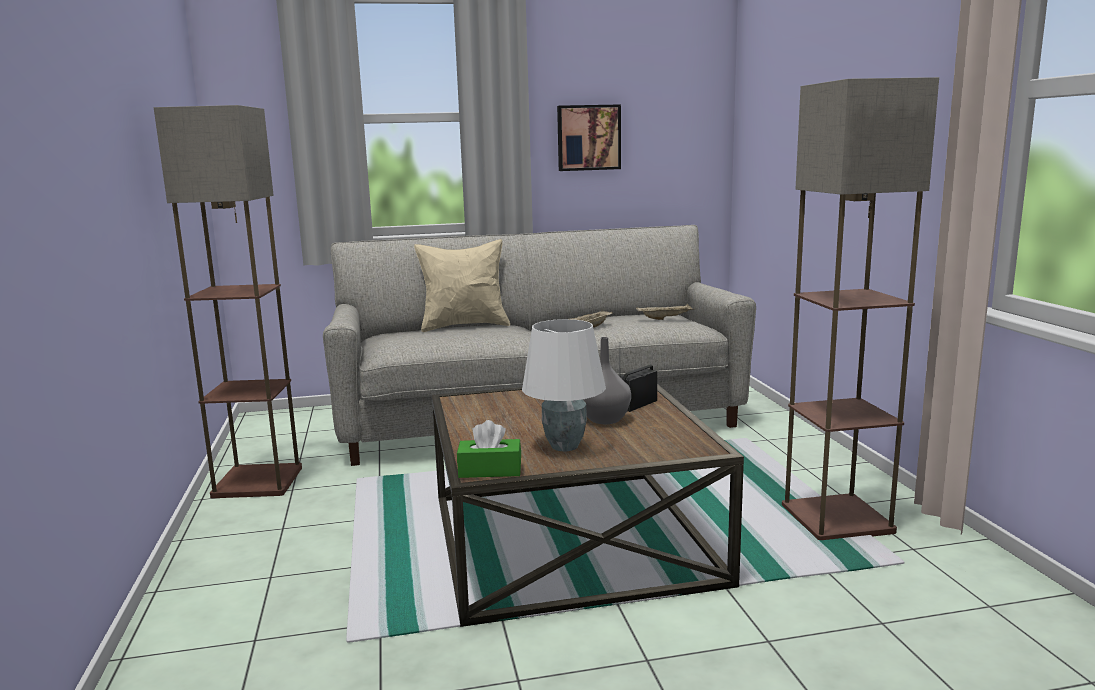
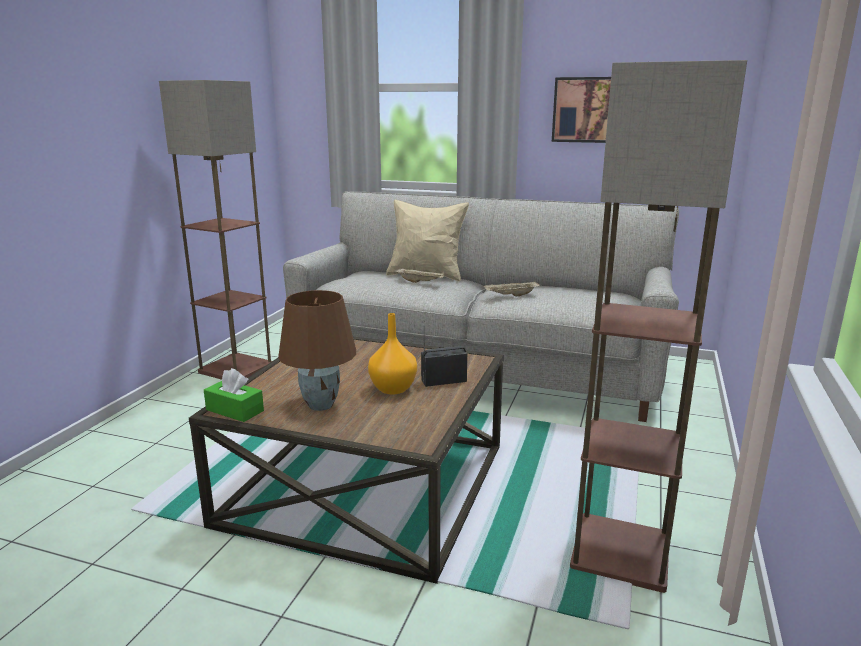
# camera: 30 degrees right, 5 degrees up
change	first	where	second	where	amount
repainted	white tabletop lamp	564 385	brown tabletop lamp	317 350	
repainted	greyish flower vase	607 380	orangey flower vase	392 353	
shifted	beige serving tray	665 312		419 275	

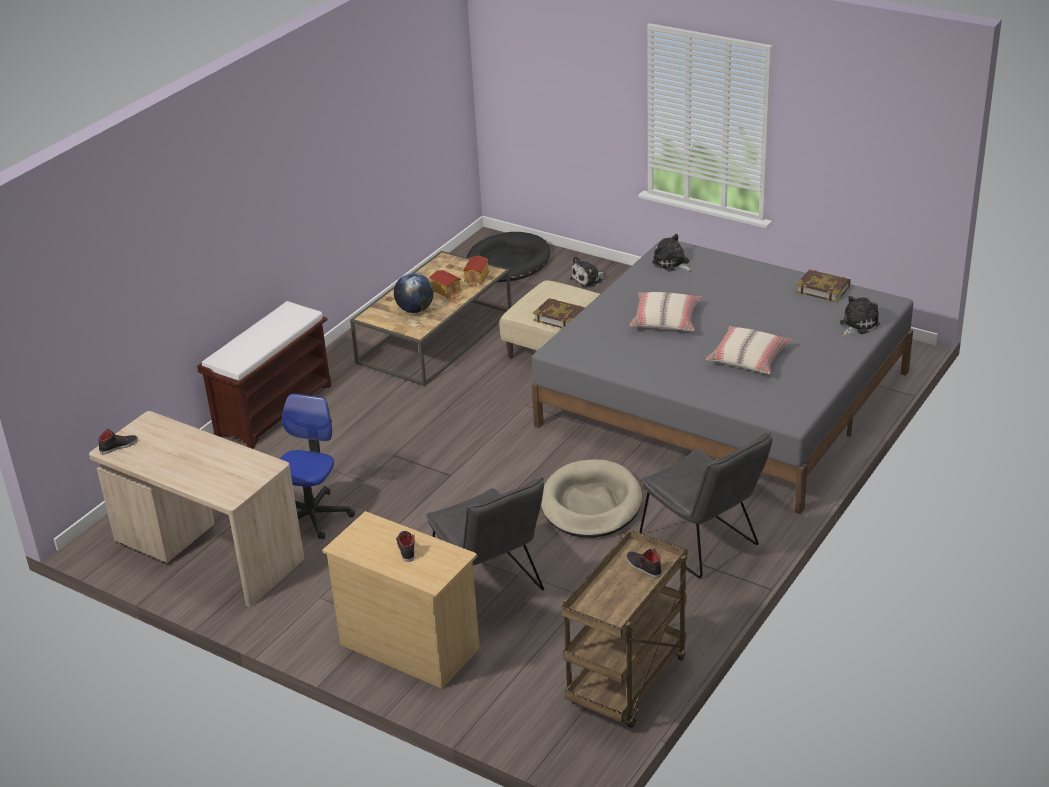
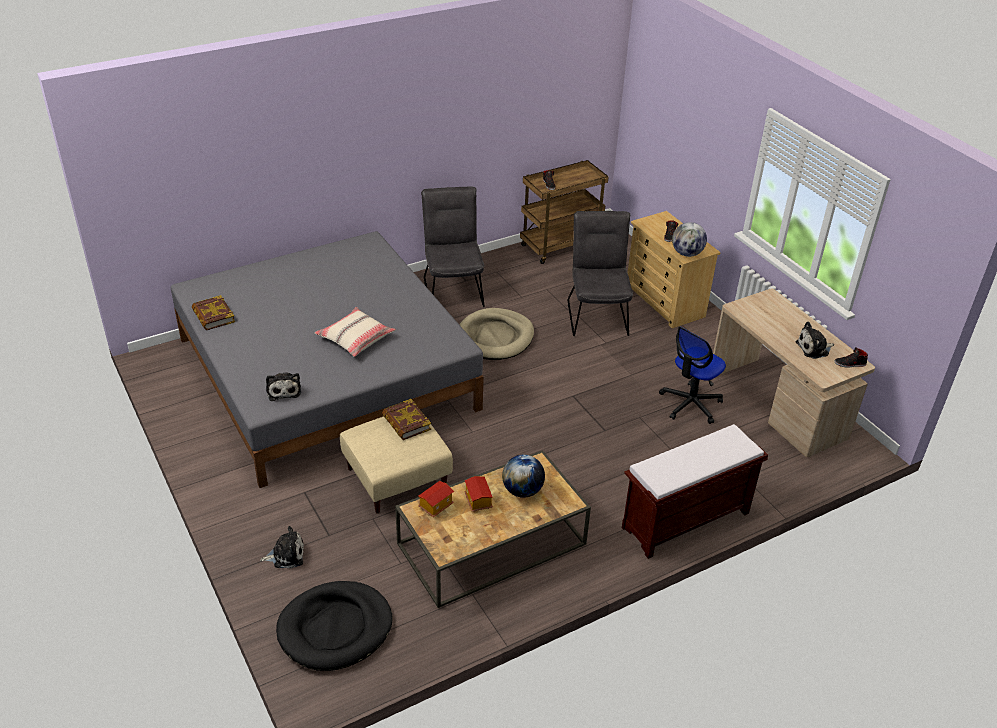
# camera: 155 degrees left, 5 degrees up
change	first	where	second	where	amount
gone	beige cushion	749 350			
shifted	soft toy	860 316		815 340	
new			world globe	689 239	

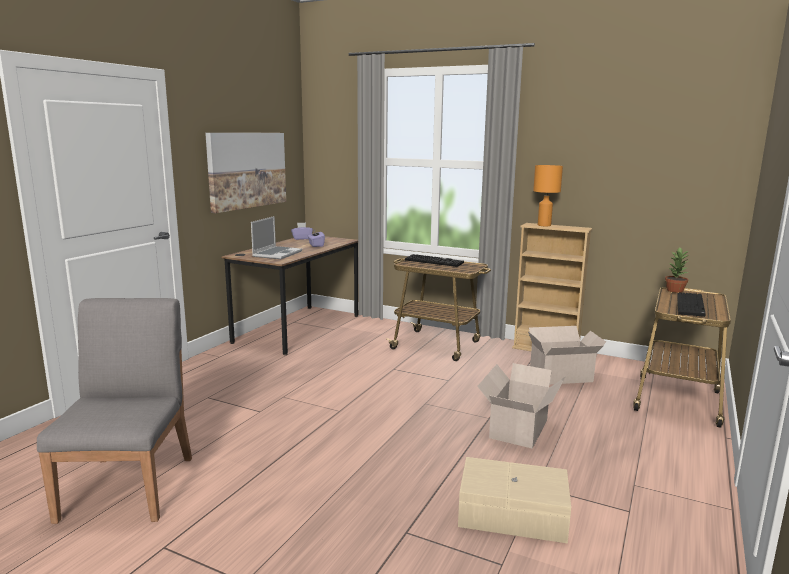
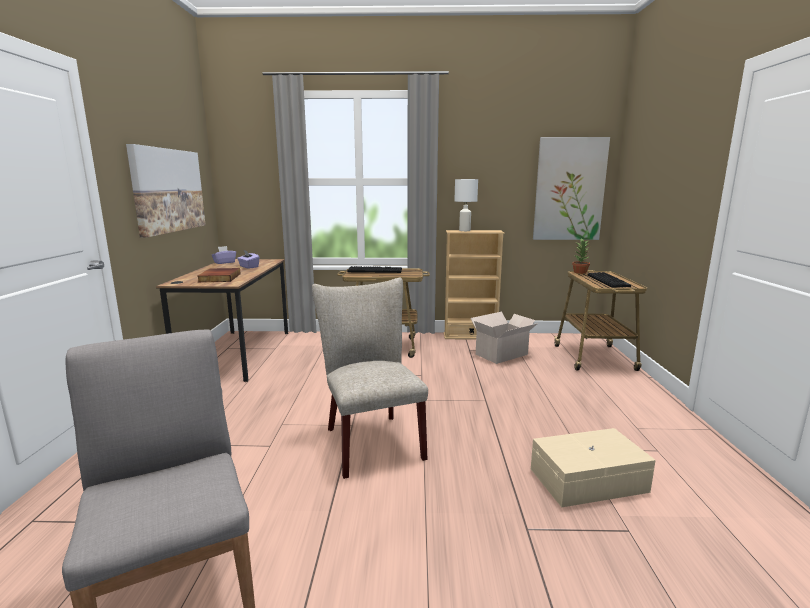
# camera: 25 degrees left, 0 degrees up
change	first	where	second	where	amount
swapped	laptop	276 237	bound book	219 275	
gone	packing box	521 406			
repainted	orangey tabletop lamp	548 195	white tabletop lamp	466 205	
new			beige plain chair	370 378	
new			wall art	571 188	

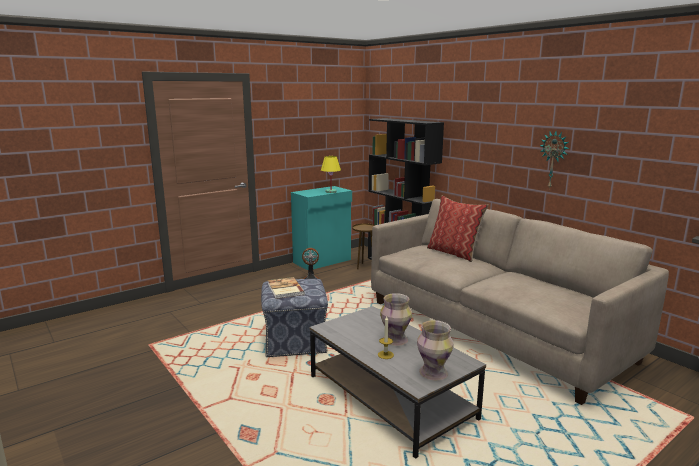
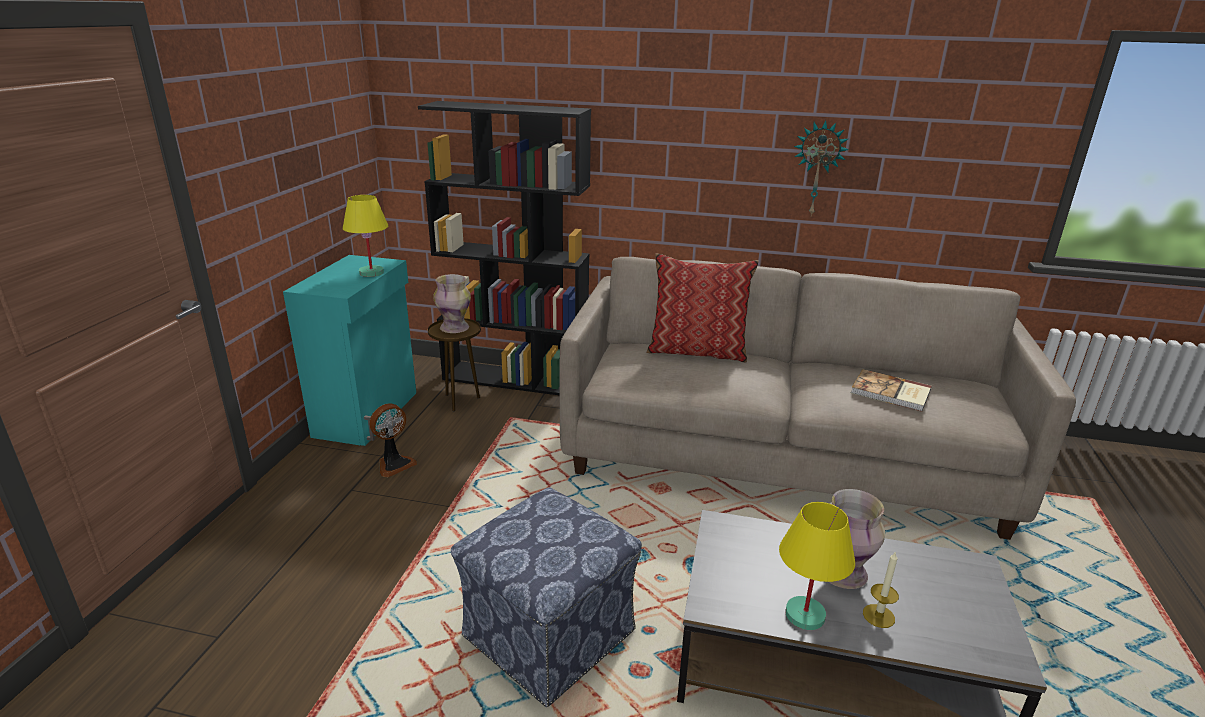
# camera: 40 degrees left, 10 degrees up
change	first	where	second	where	amount
shifted	bound book	286 288		891 390	
shifted	flower vase	435 350		452 303	
new			yellow tabletop lamp	817 566	

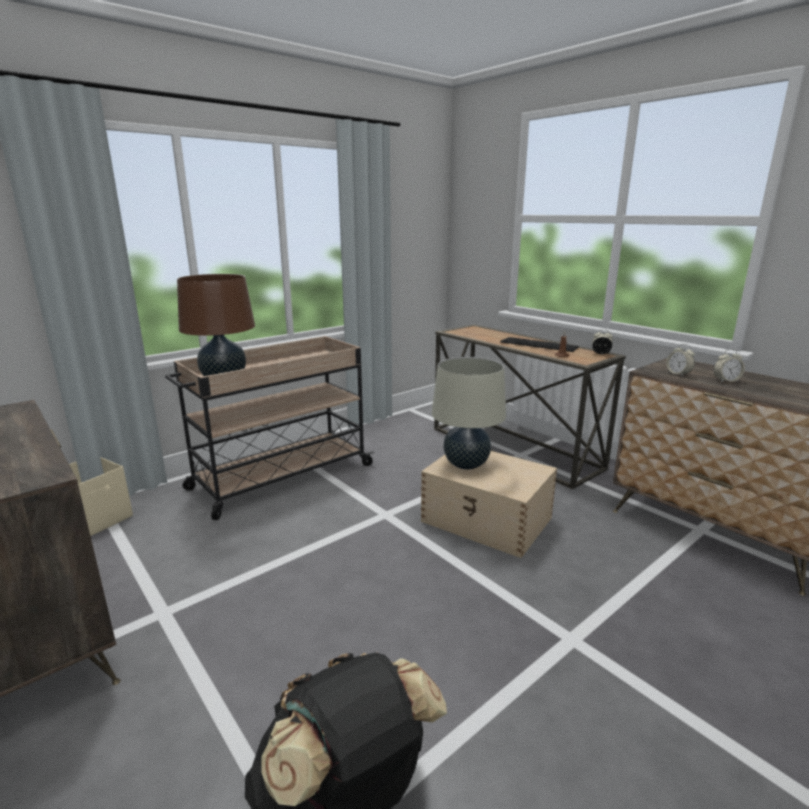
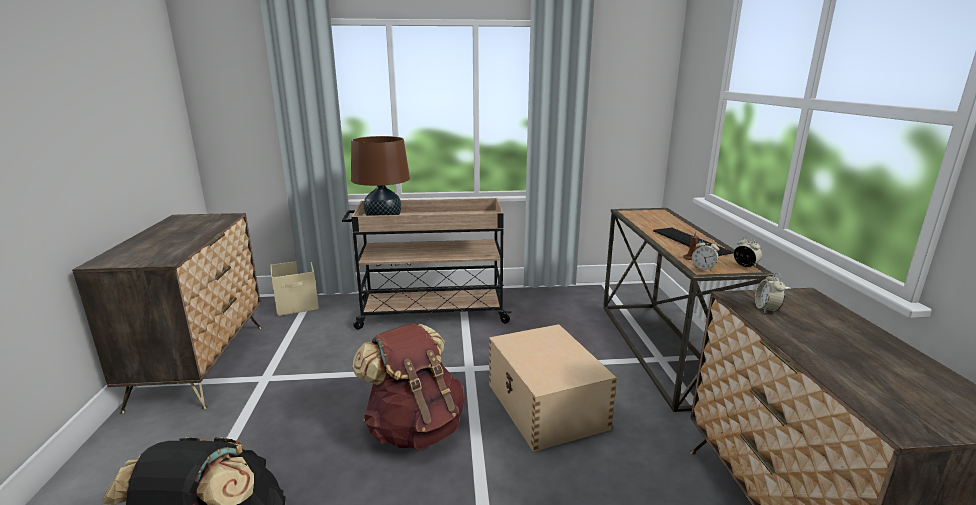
# camera: 35 degrees right, 0 degrees up
change	first	where	second	where	amount
gone	beige tabletop lamp	469 413			
shifted	bedside clock	729 365		705 255	
new			brown rucksack	408 386	

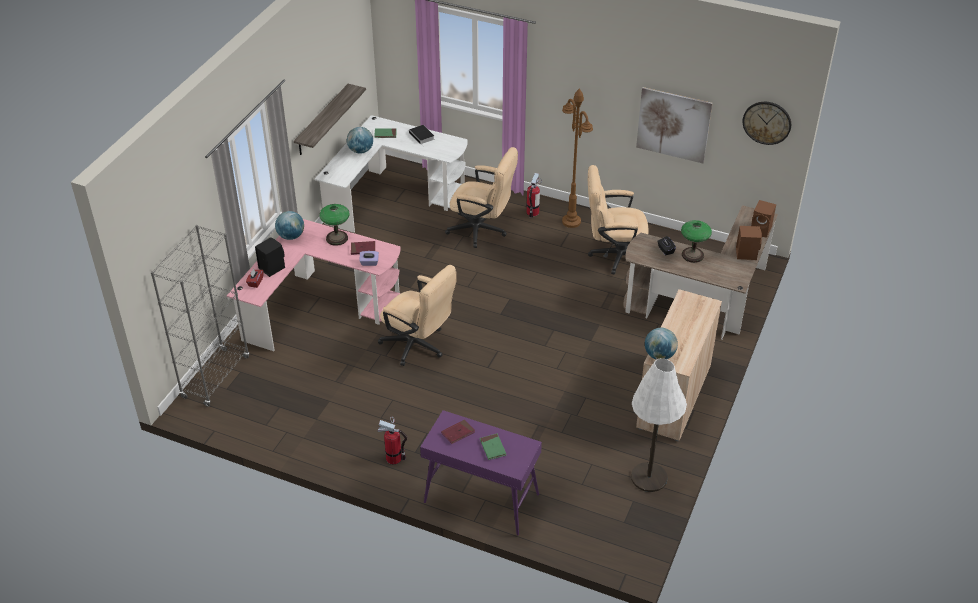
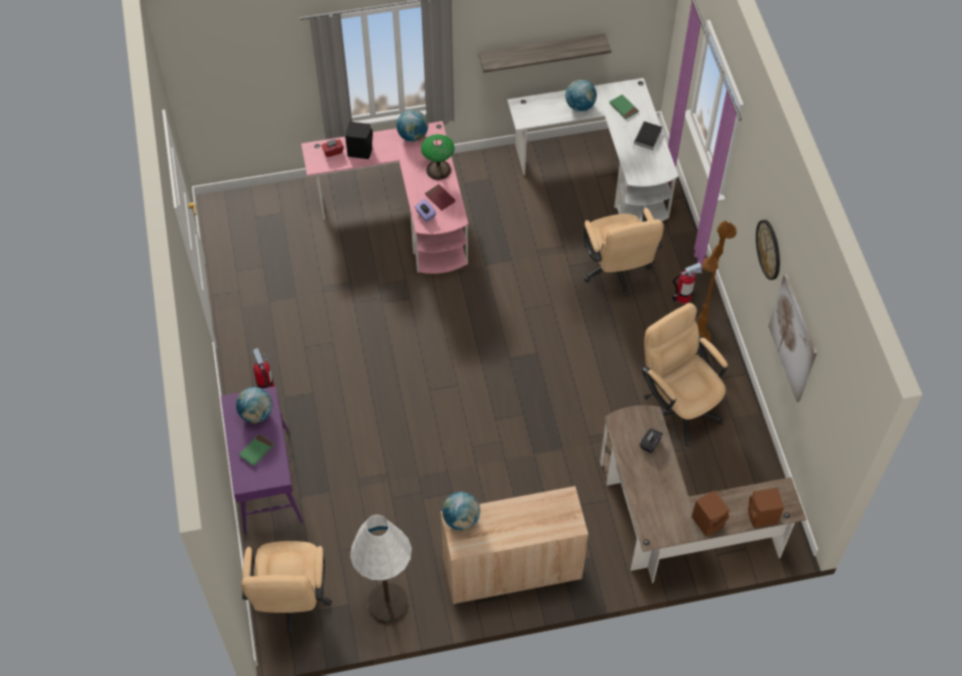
# camera: 55 degrees right, 15 degrees up
change	first	where	second	where	amount
gone	greyish shelving unit	200 316			
shifted	beige computer chair	417 315		286 587	
swapped	red bound book	458 431	world globe	254 405	
gone	tabletop lamp	696 241			
shifted	clock on the wall	767 123		768 250	

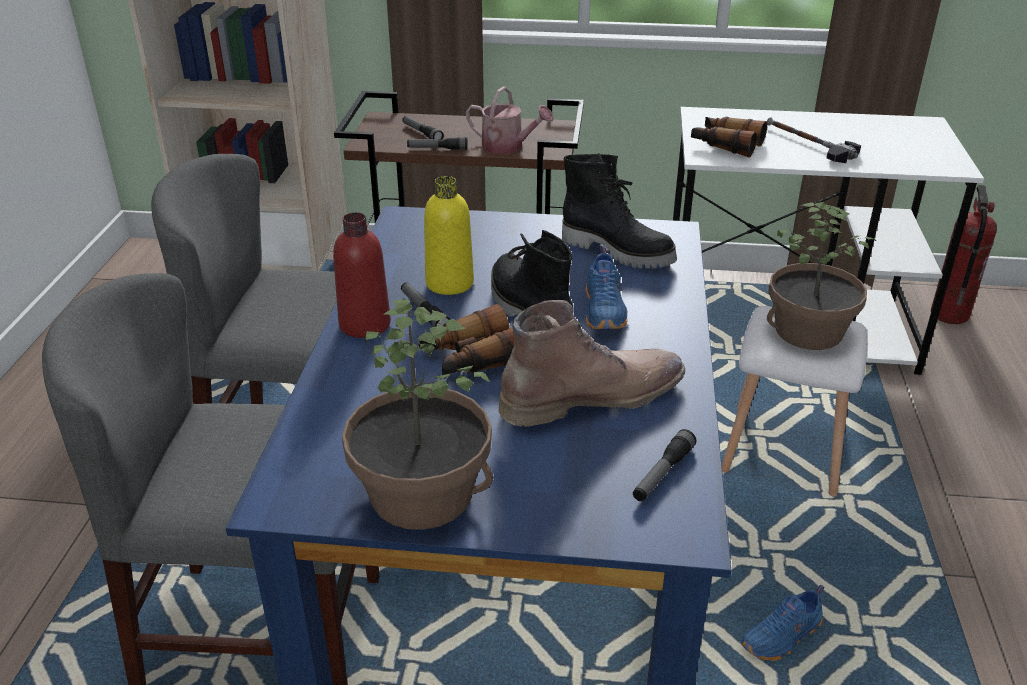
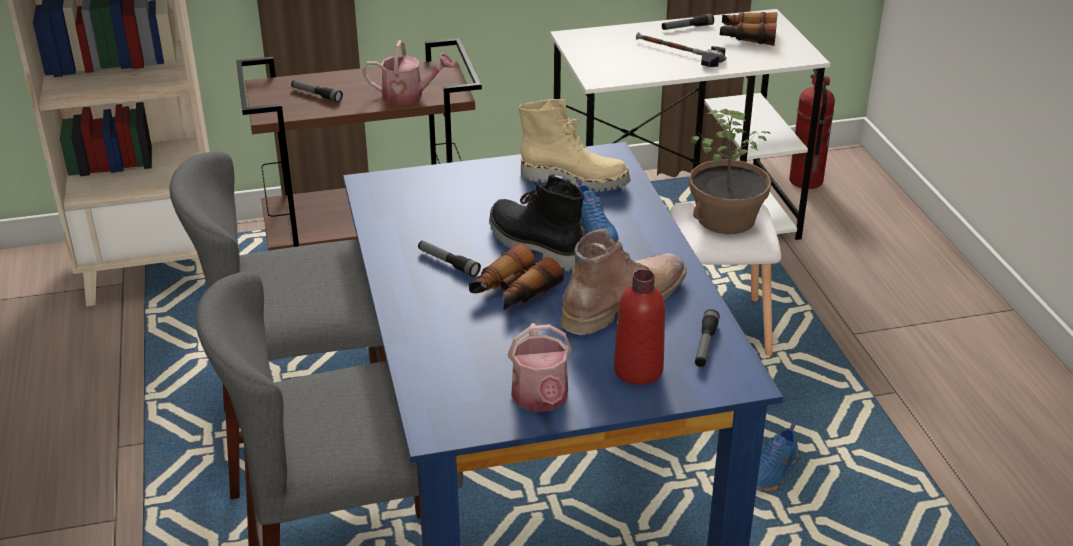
# camera: 20 degrees left, 0 degrees up
change	first	where	second	where	amount
shifted	red beverage bottle	362 275		639 327	
swapped	houseplant	417 414	sprinkling can	540 367	
shifted	hand torch	437 143		688 22	
gone	yellow beverage bottle	449 235			
repainted	black high-top boot	619 211	beige high-top boot	574 145	
shifted	binoculars	729 137		749 29	

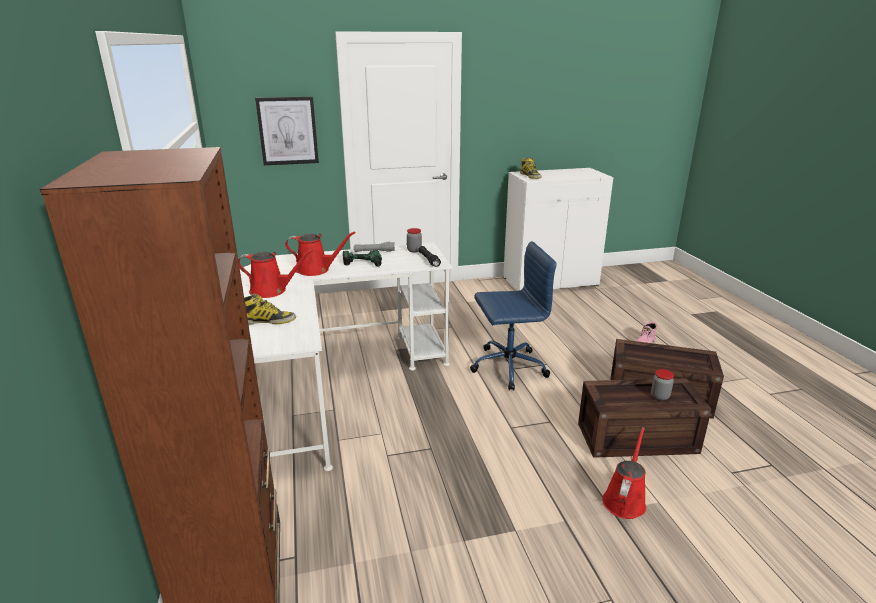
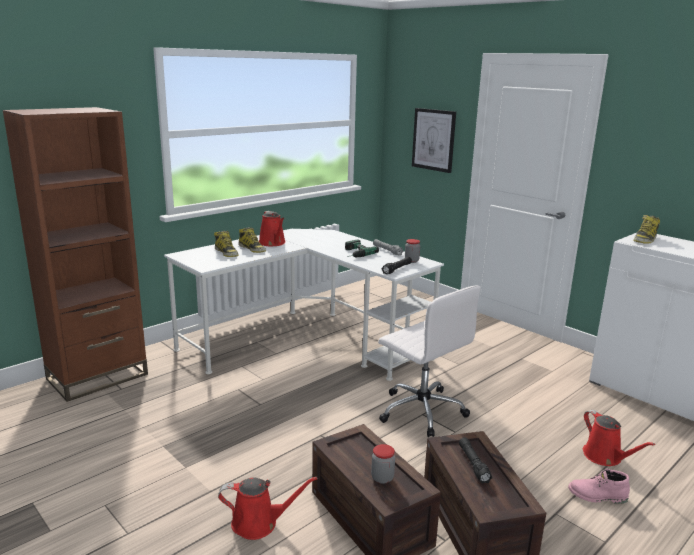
# camera: 60 degrees right, 5 degrees down
change	first	where	second	where	amount
shifted	red sprinkling can	320 254		619 438	
repainted	blue computer chair	513 315	white computer chair	429 361	
new			high-top boot	252 240	
new			black hand torch	475 460	

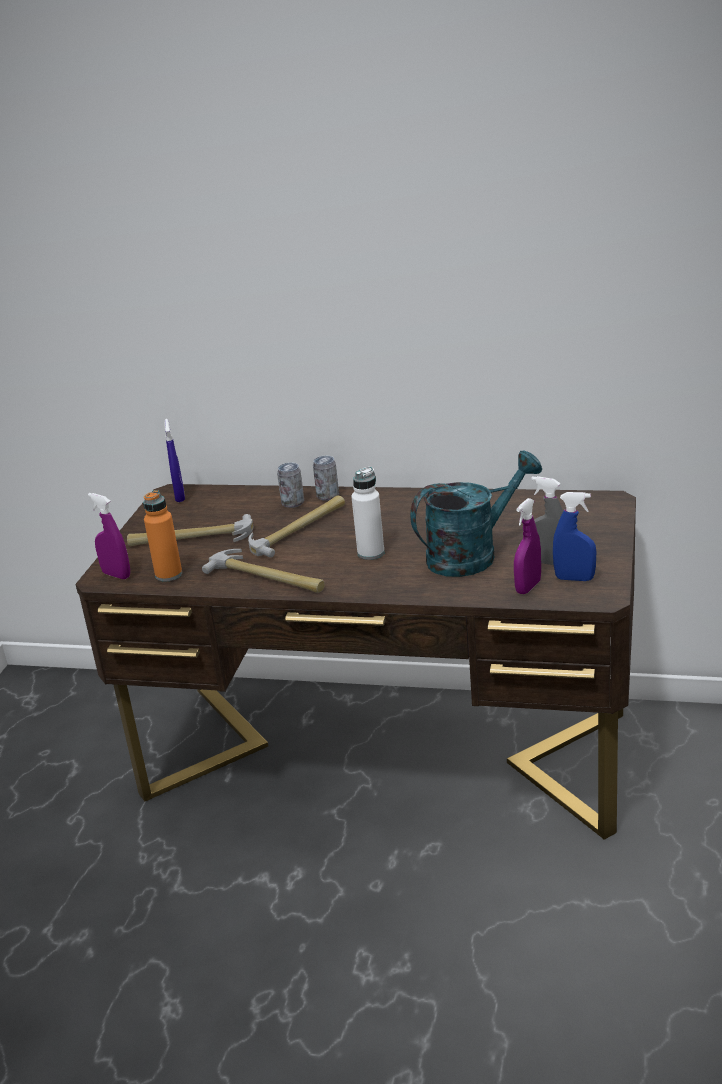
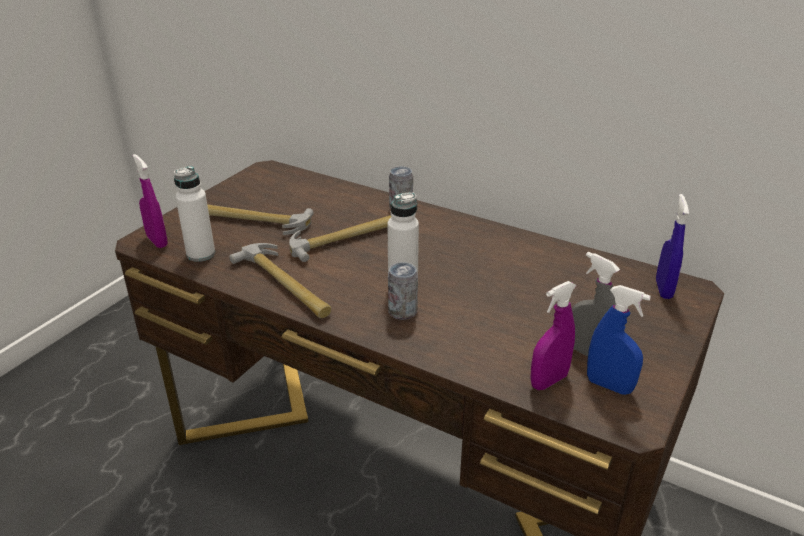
# camera: 15 degrees right, 5 degrees up
change	first	where	second	where	amount
repainted	orangey beverage bottle	162 536	white beverage bottle	194 214	
shifted	blue sprayer	174 460		672 246	
shifted	can	290 485		403 291	
gone	turquoise-coloured sprinkling can	476 513			

